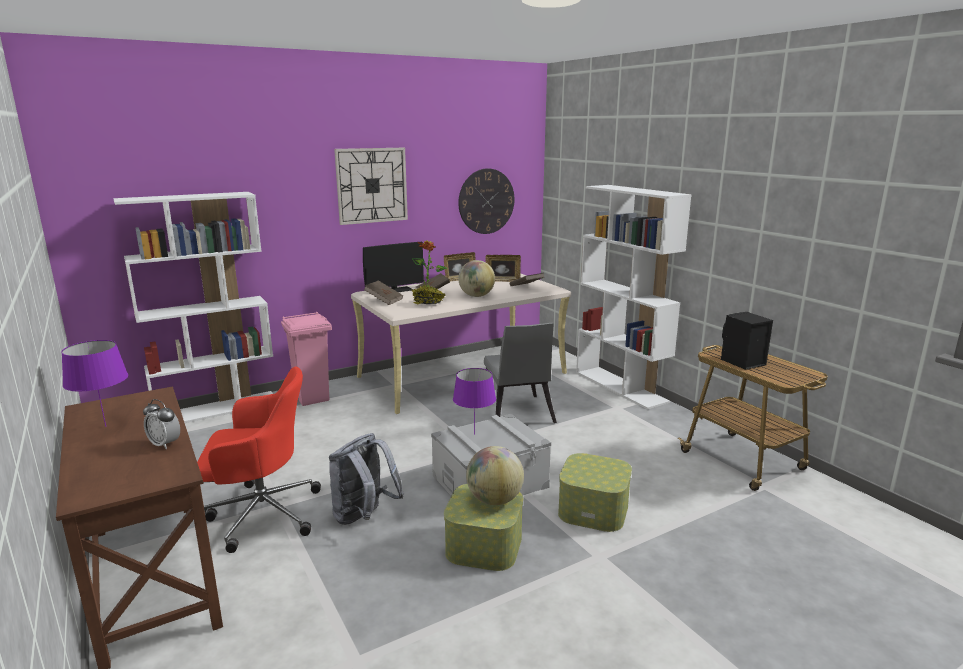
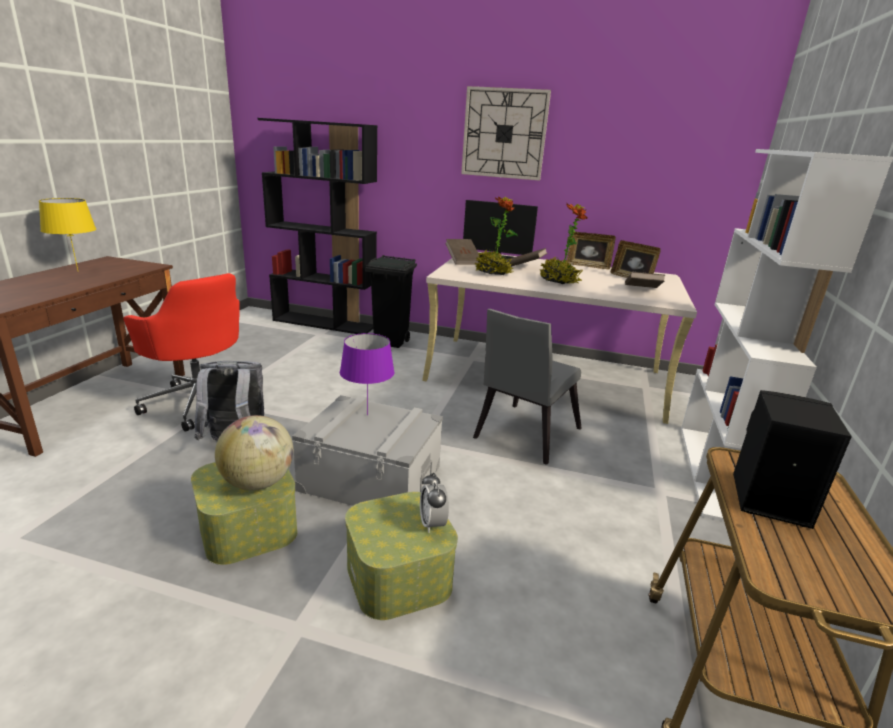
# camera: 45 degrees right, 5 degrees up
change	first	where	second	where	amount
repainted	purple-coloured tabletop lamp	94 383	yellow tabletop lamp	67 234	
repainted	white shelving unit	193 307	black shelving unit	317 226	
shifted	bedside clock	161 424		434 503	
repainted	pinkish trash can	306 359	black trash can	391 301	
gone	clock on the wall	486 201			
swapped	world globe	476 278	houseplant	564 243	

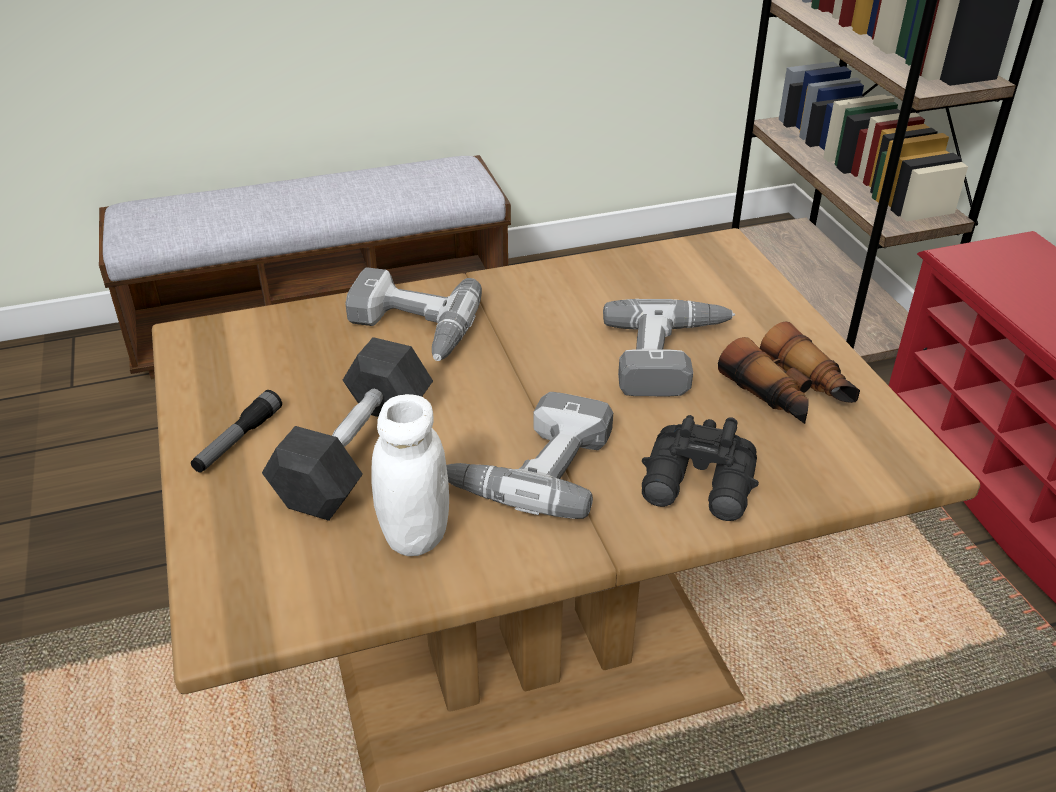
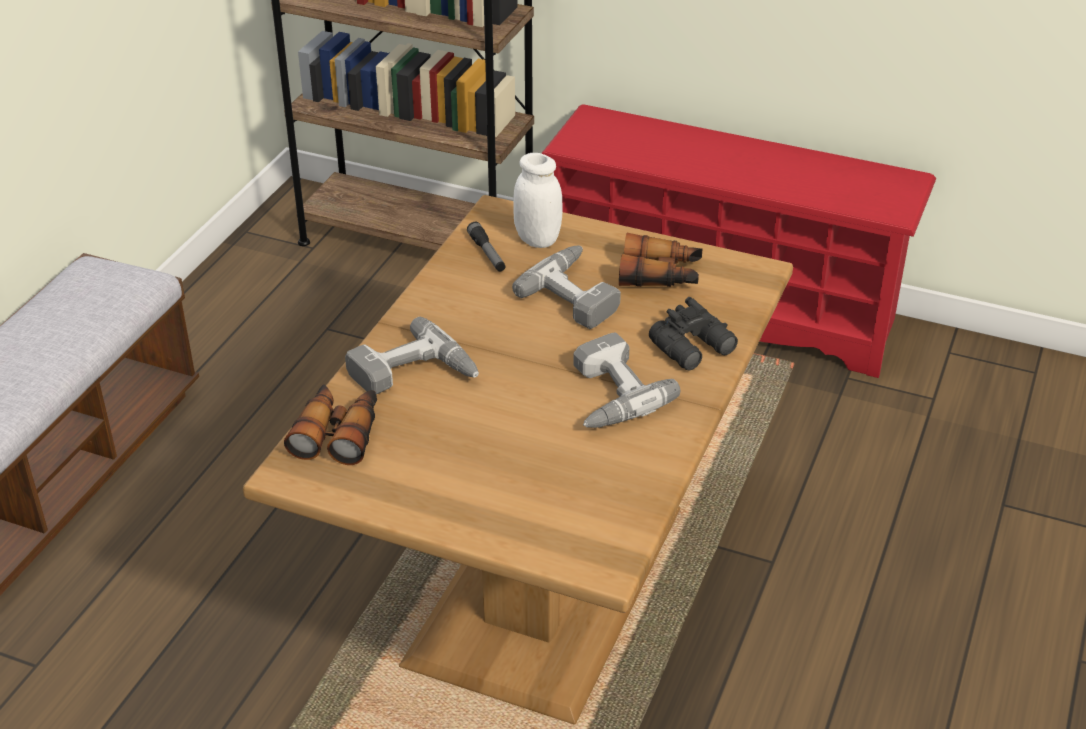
# camera: 50 degrees left, 0 degrees up
change	first	where	second	where	amount
shifted	hand torch	236 431		486 246	
gone	greyish dumbbell	347 429			
shifted	white preserve jar	410 475		537 200	
new			binoculars	330 424	

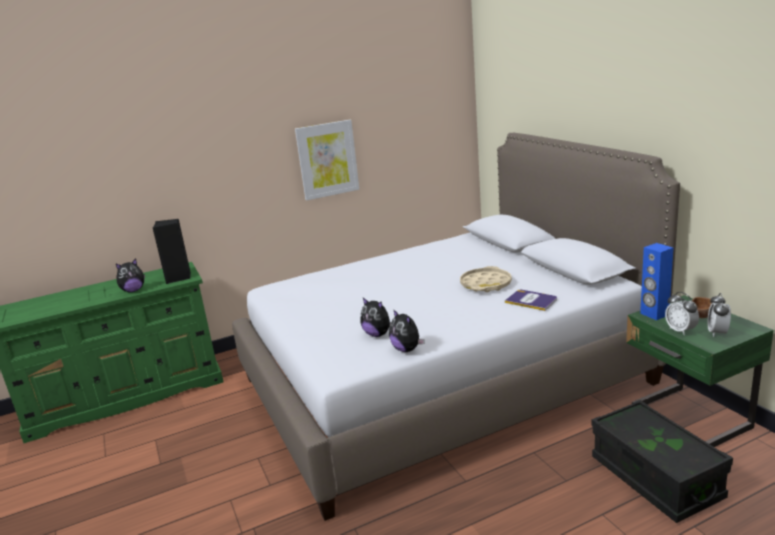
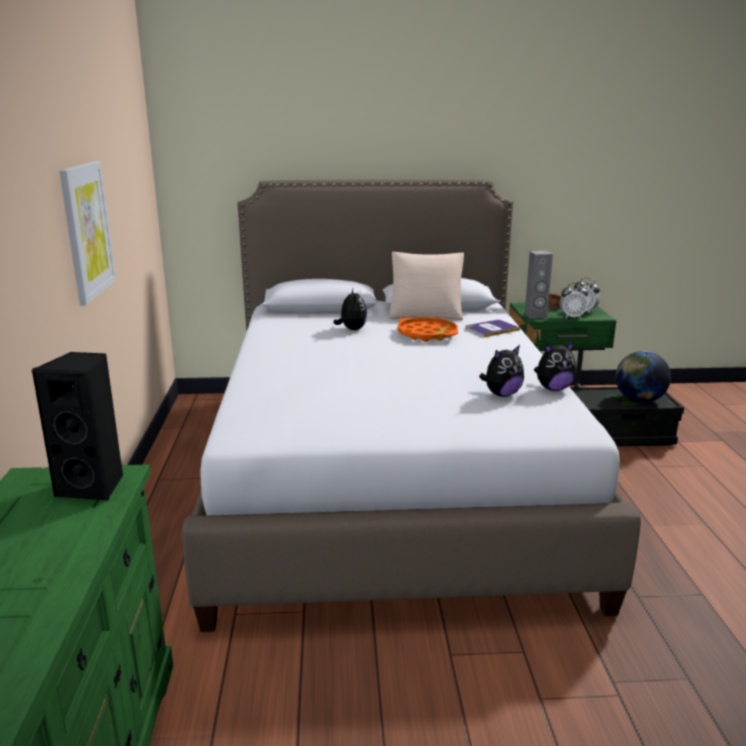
# camera: 70 degrees left, 0 degrees up
change	first	where	second	where	amount
shifted	soft toy	130 275		350 309	
repainted	beige serving tray	486 279	orangey serving tray	428 329	
repainted	blue loudspeaker	656 281	greyish loudspeaker	539 285	
new			beige cushion	427 286	
new			world globe	643 377	

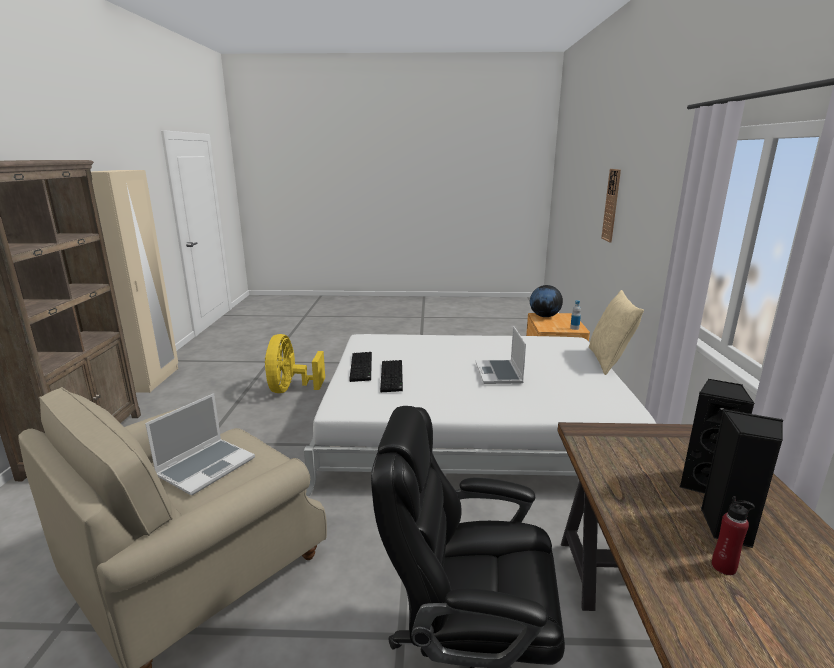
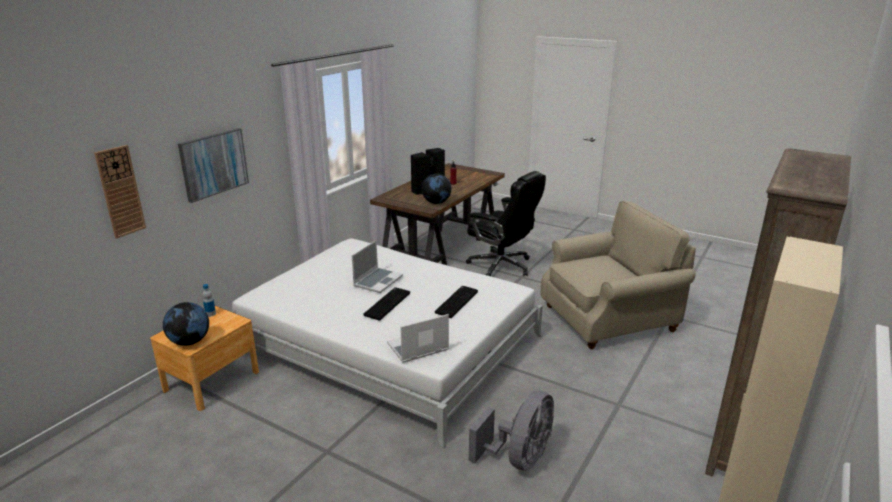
# camera: 150 degrees left, 5 degrees up
change	first	where	second	where	amount
shifted	laptop	200 444		418 338	
repainted	yellow fan	295 363	greyish fan	511 430	
shifted	computer keyboard	360 367		387 304	
gone	beige cushion	616 332			
new			wall art	213 165	
new			world globe	436 188	

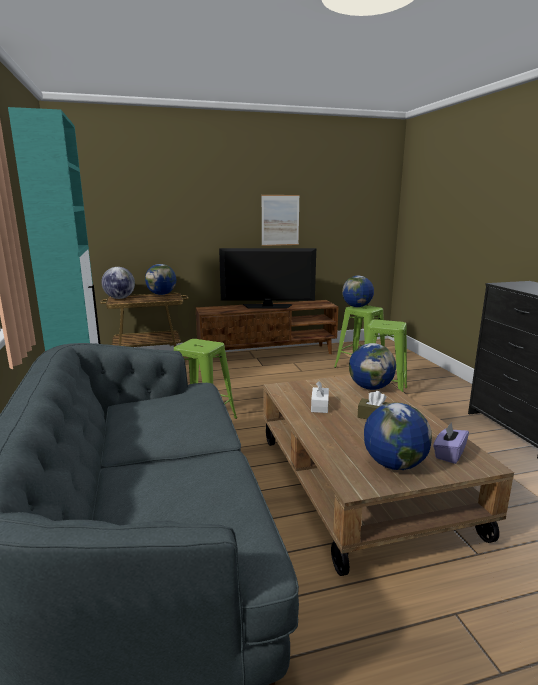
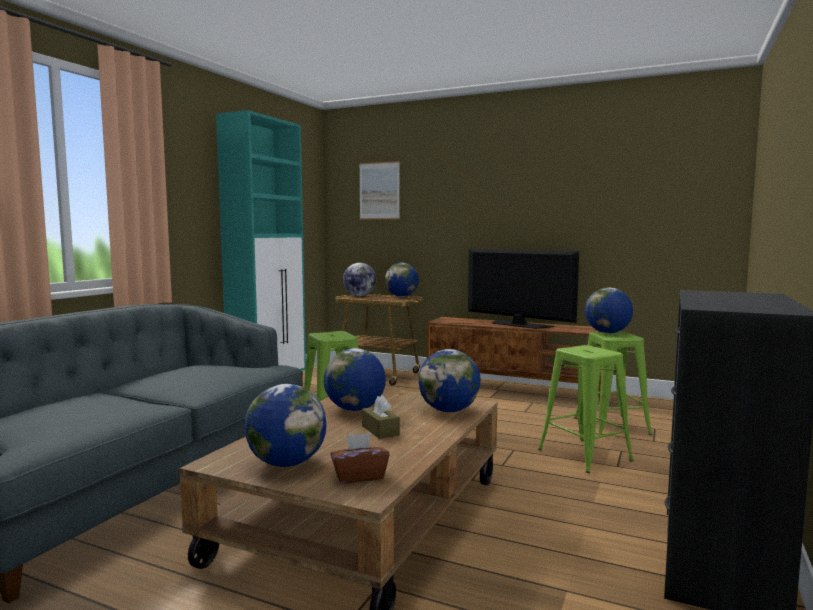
# camera: 40 degrees right, 10 degrees down
change	first	where	second	where	amount
shifted	wall art	280 220		379 190	
swapped	white tissue holder	320 397	world globe	355 379	
repainted	purple-coloured tissue holder	451 443	brown tissue holder	360 458	

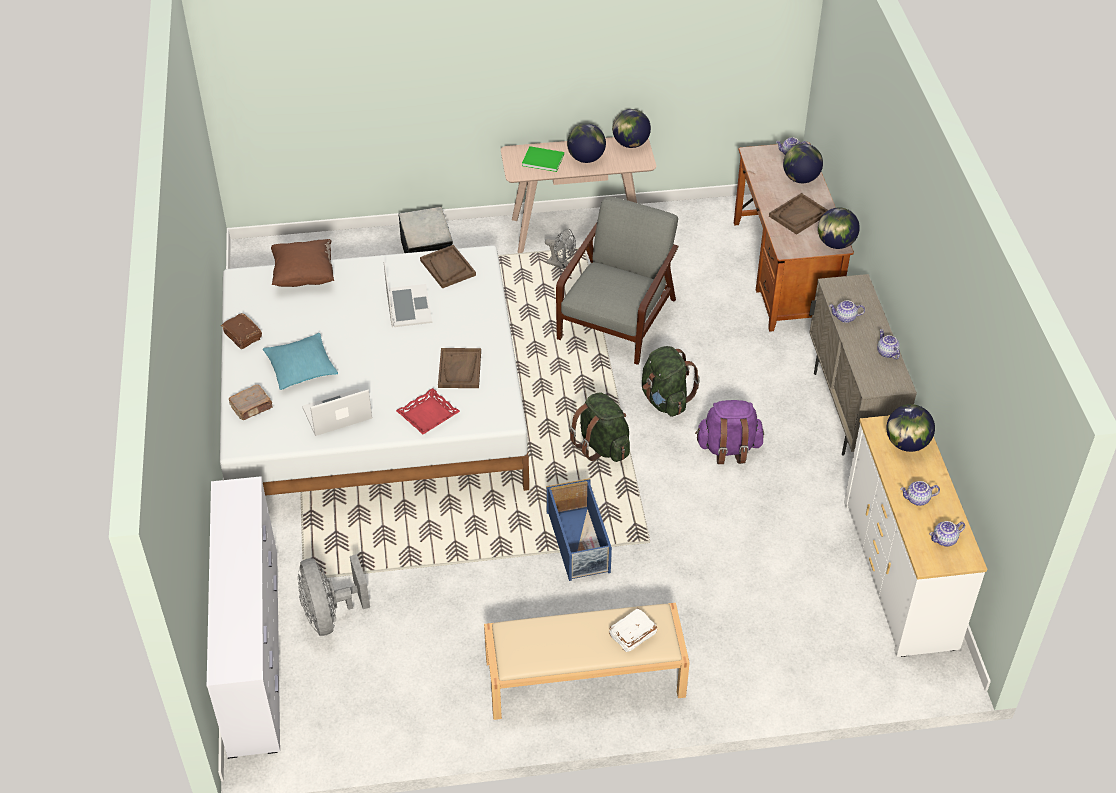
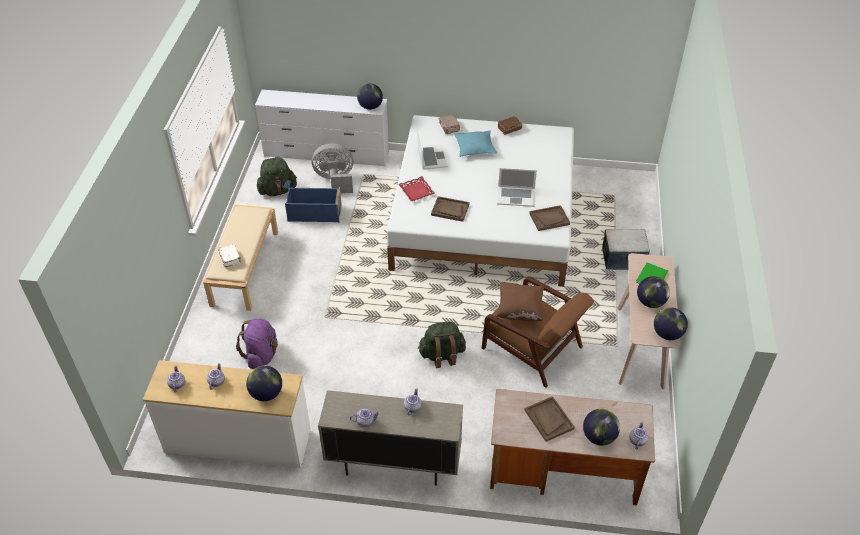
# camera: 105 degrees right, 0 degrees up
change	first	where	second	where	amount
shifted	brown cushion	302 263		520 301	
gone	greyish fan	560 249			
shifted	blue storage box	579 529		313 205	
repainted	greyish easy chair	617 280	brown easy chair	538 332	
shifted	greenish rucksack	599 427		277 176	
shifted	purple-coloured rucksack	729 432		257 343	
shifted	world globe	839 228		370 96	

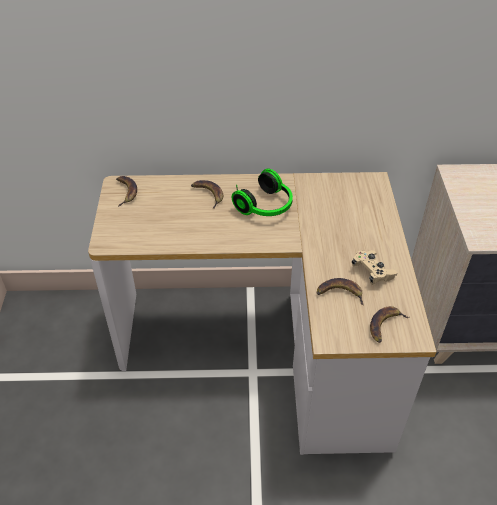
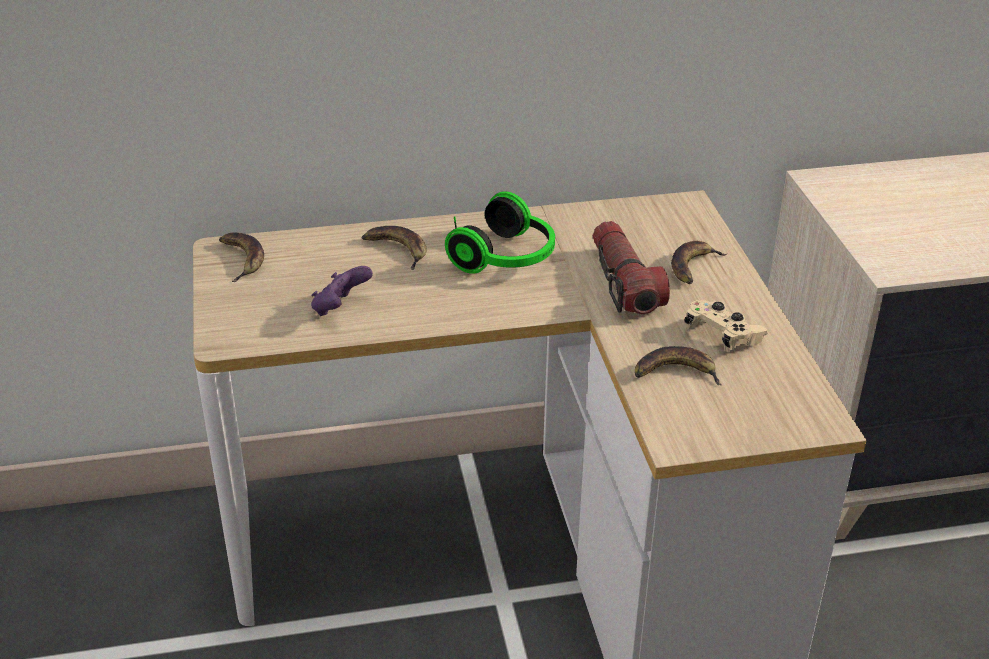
# camera: 10 degrees left, 10 degrees down
change	first	where	second	where	amount
shifted	banana fruit	389 324		699 262	
new			purple-coloured joypad	342 291	
new			hand torch	631 267	

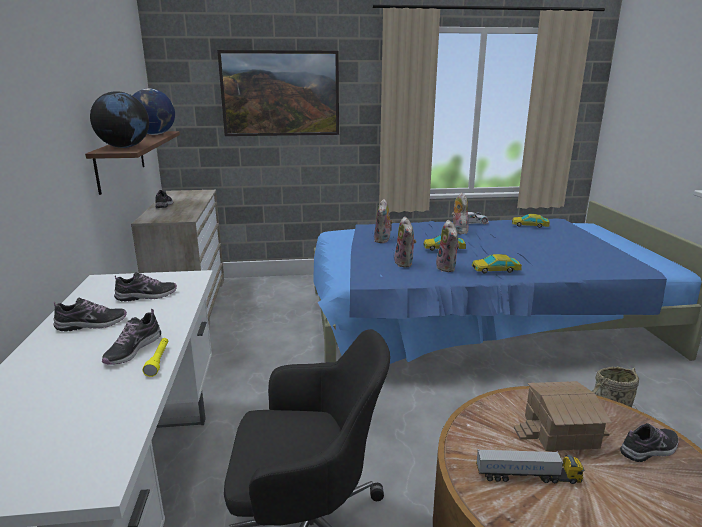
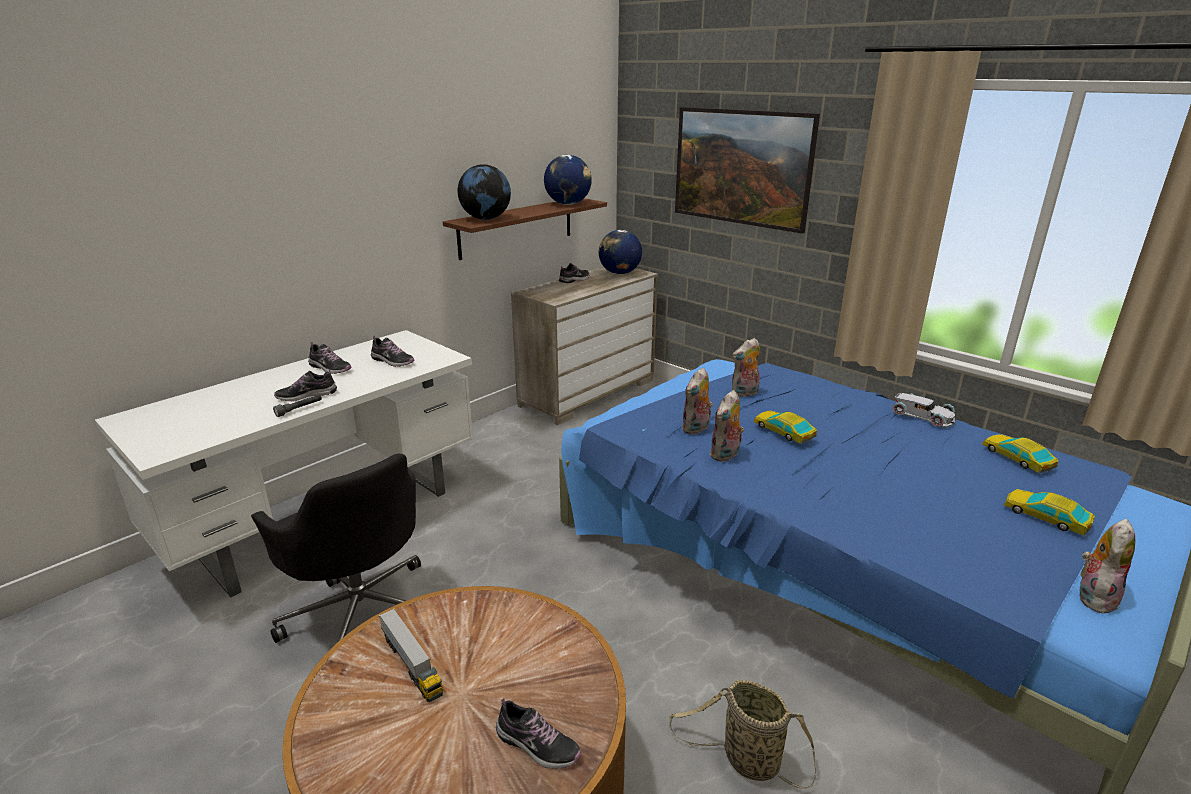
# camera: 50 degrees right, 5 degrees up
change	first	where	second	where	amount
repainted	yellow hand torch	155 357	greyish hand torch	297 406	
shifted	soft toy	460 213		1107 566	
shifted	toy car	497 263		1049 512	
gone	toy house	563 416			
new			world globe	620 252	

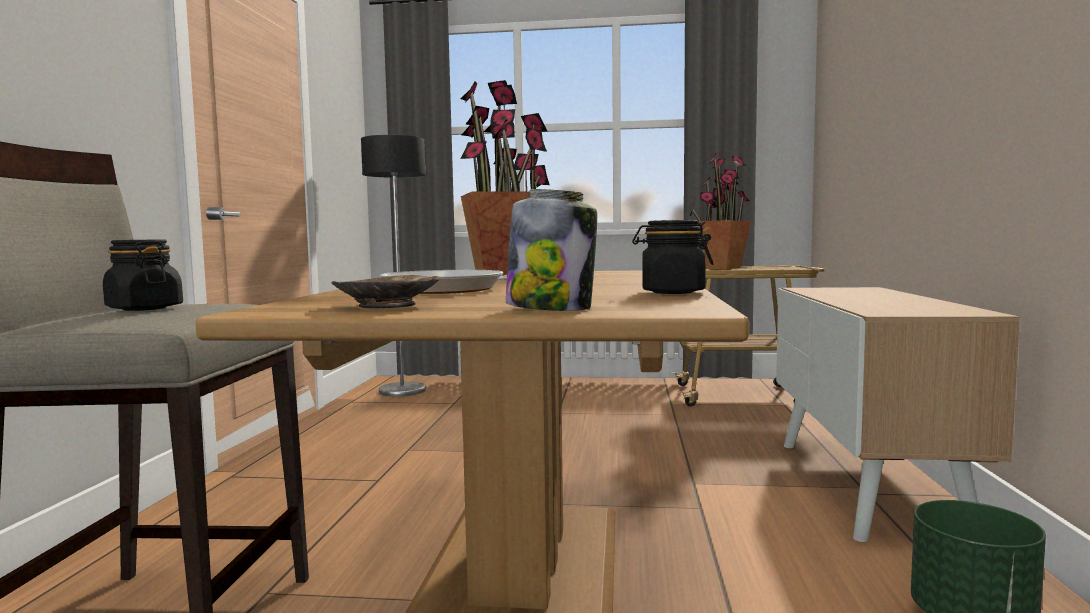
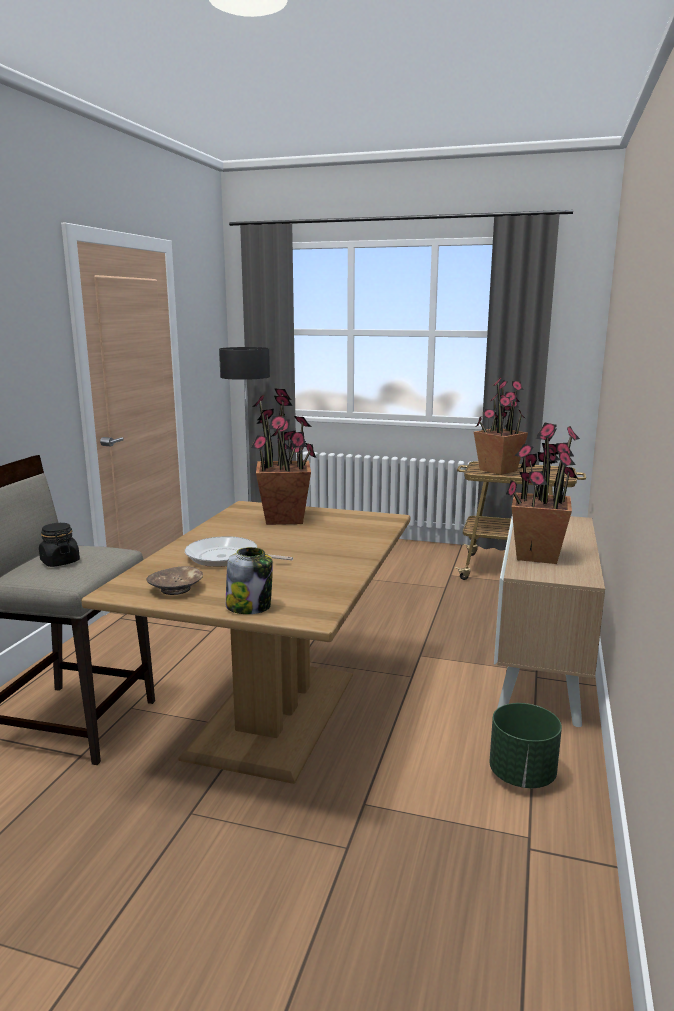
# camera: 10 degrees right, 10 degrees up
change	first	where	second	where	amount
gone	black preserve jar	673 257			
new			houseplant	543 493	

